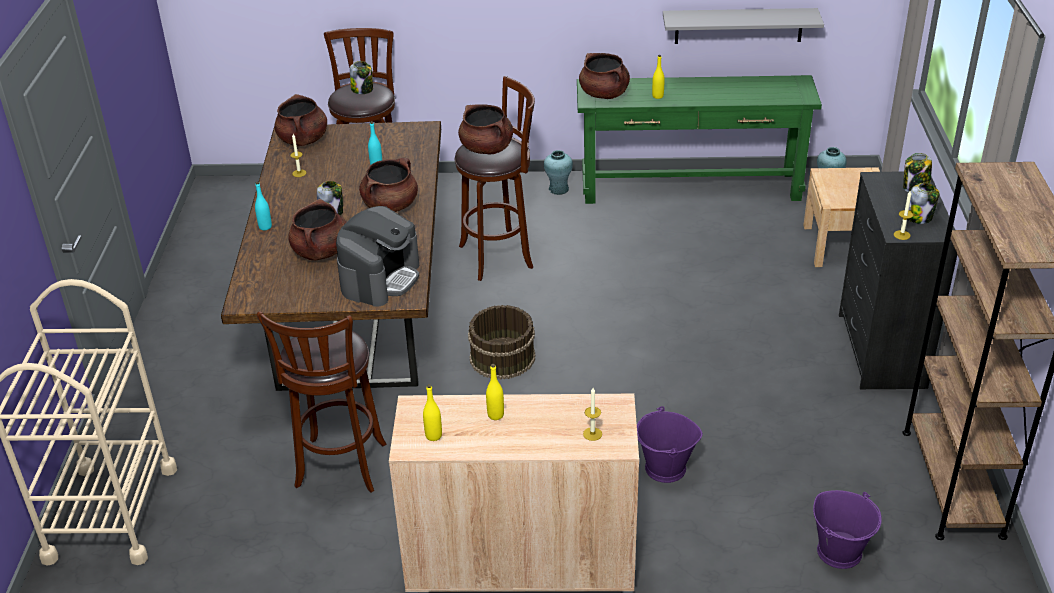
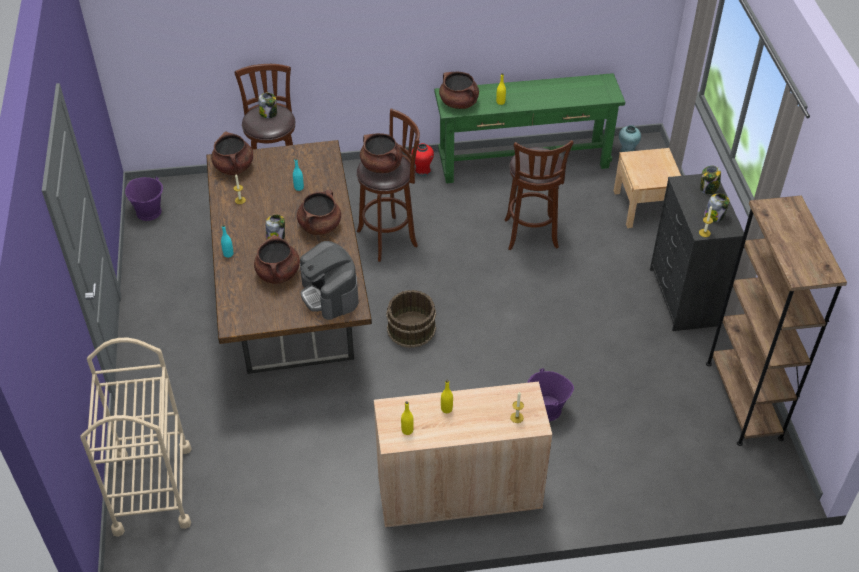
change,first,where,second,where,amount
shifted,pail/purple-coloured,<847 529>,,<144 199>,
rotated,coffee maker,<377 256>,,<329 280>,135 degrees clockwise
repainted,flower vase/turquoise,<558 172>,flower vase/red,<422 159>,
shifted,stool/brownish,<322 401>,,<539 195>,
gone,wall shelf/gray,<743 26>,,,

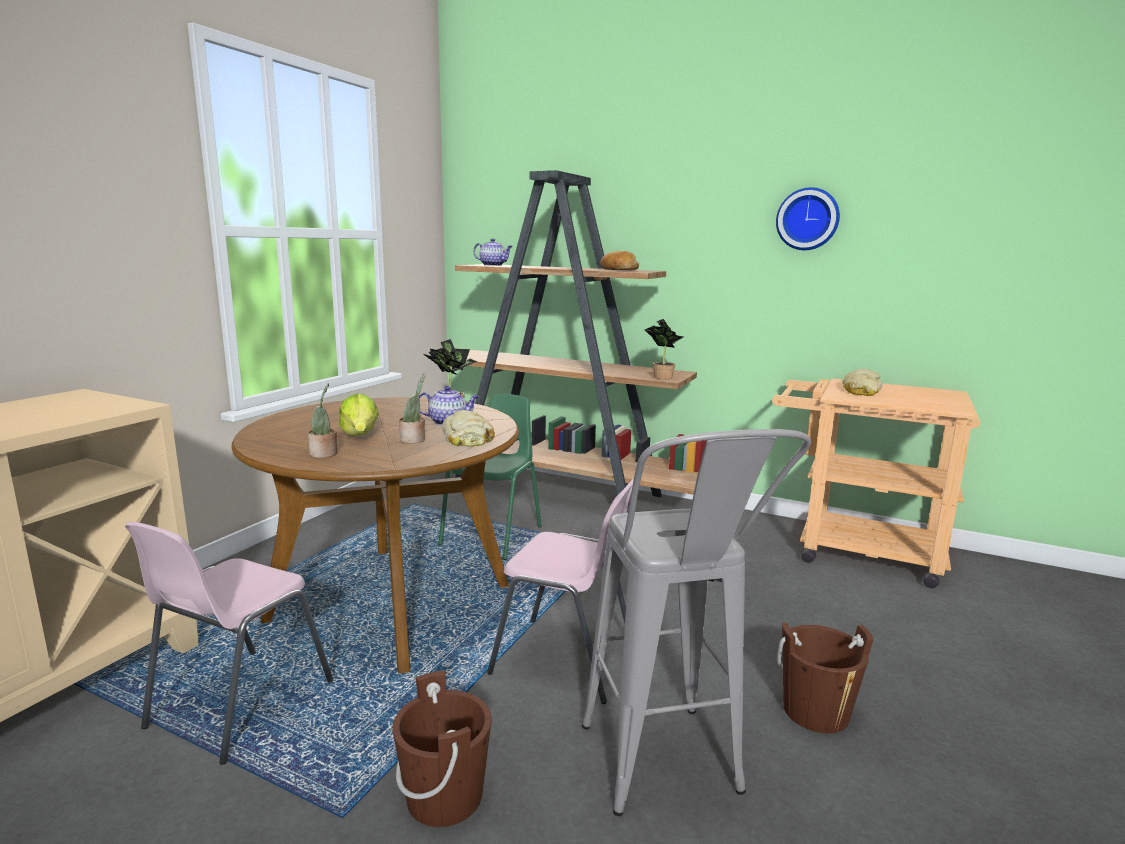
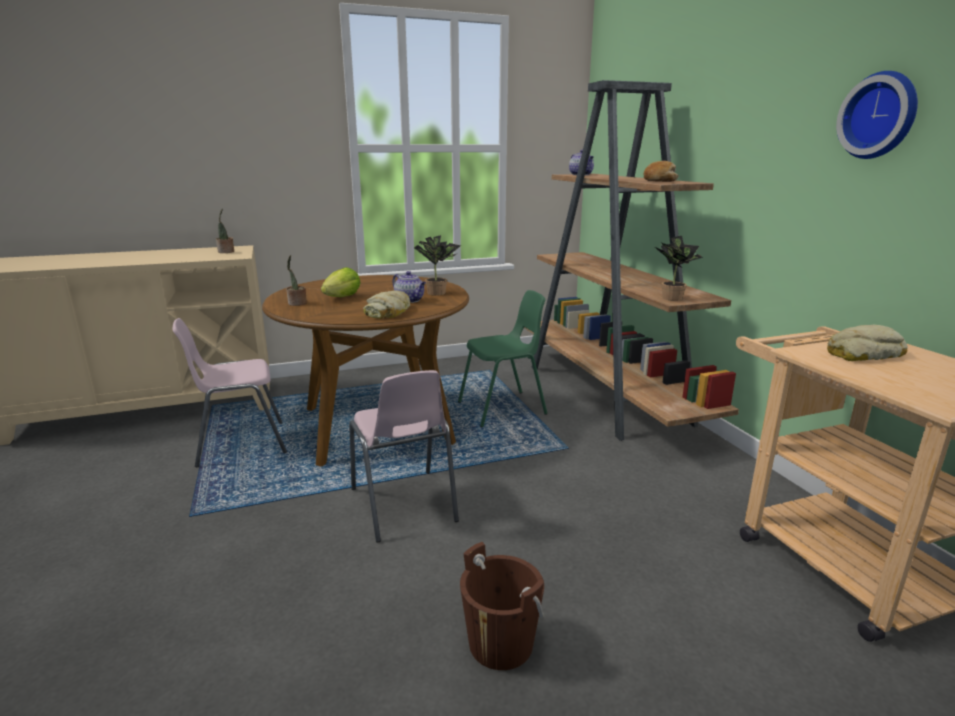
change,first,where,second,where,amount
shifted,potted plant,<412 408>,,<225 231>,
gone,pail/brownish,<441 749>,,,
gone,stool/gray,<696 622>,,,

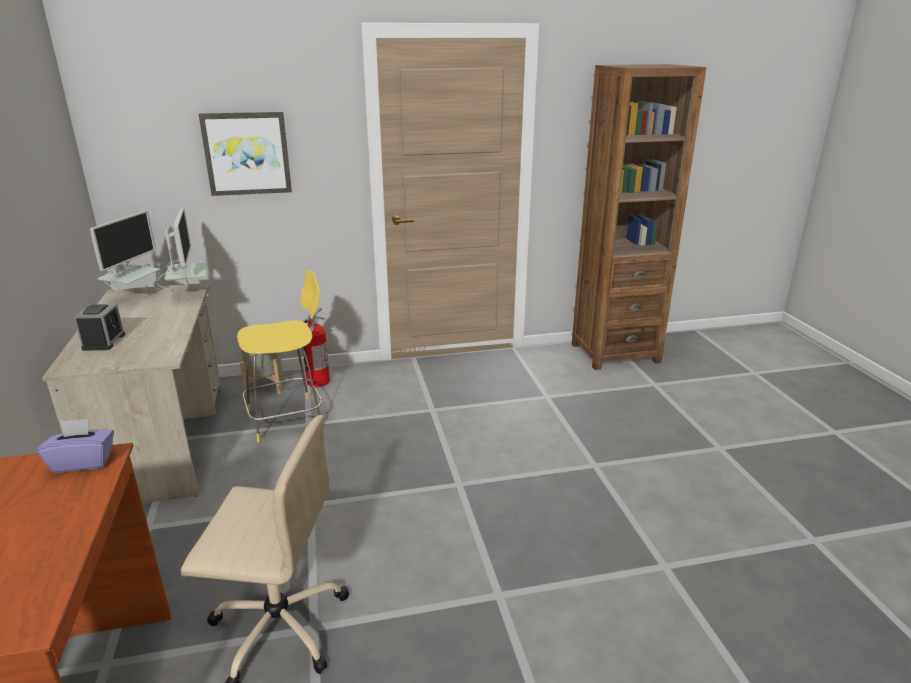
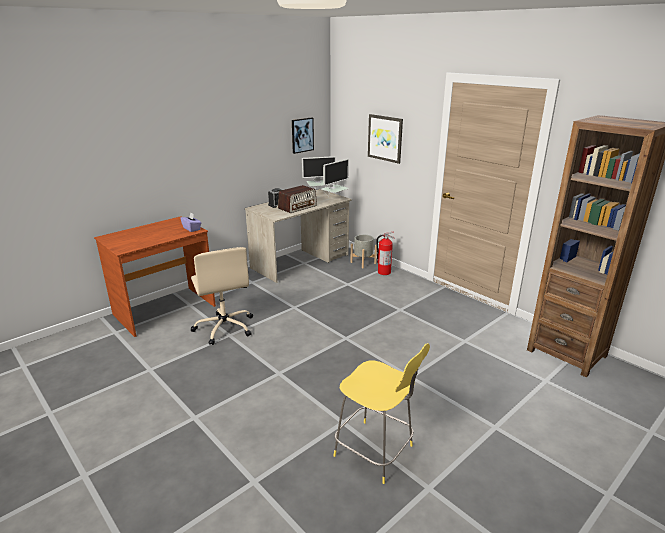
change,first,where,second,where,amount
new,,,radio receiver,<297 199>,
new,,,wall picture,<303 135>,
shifted,stool/yellowish,<279 356>,,<381 413>,

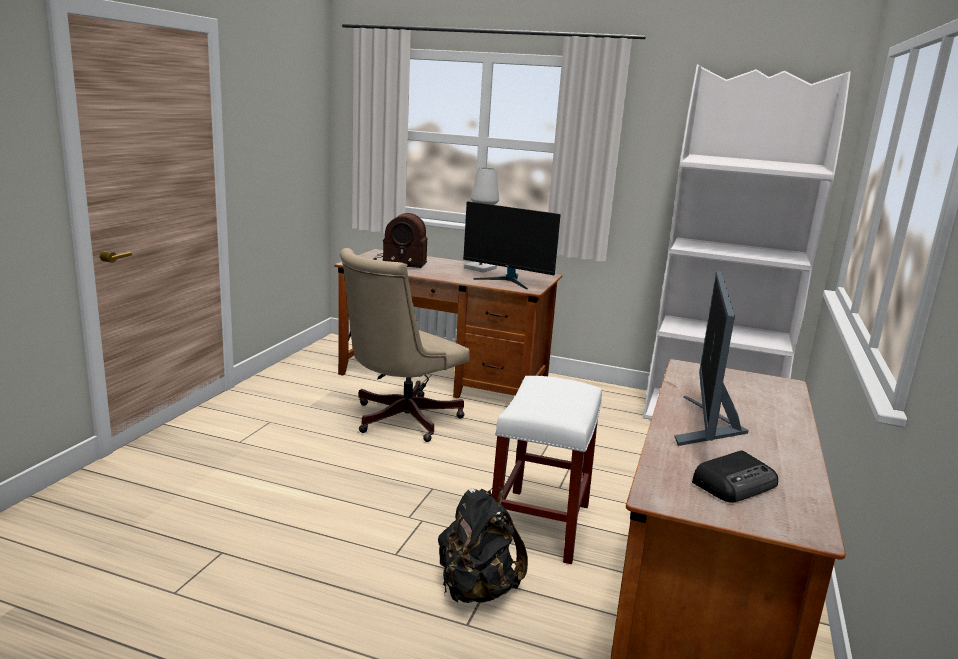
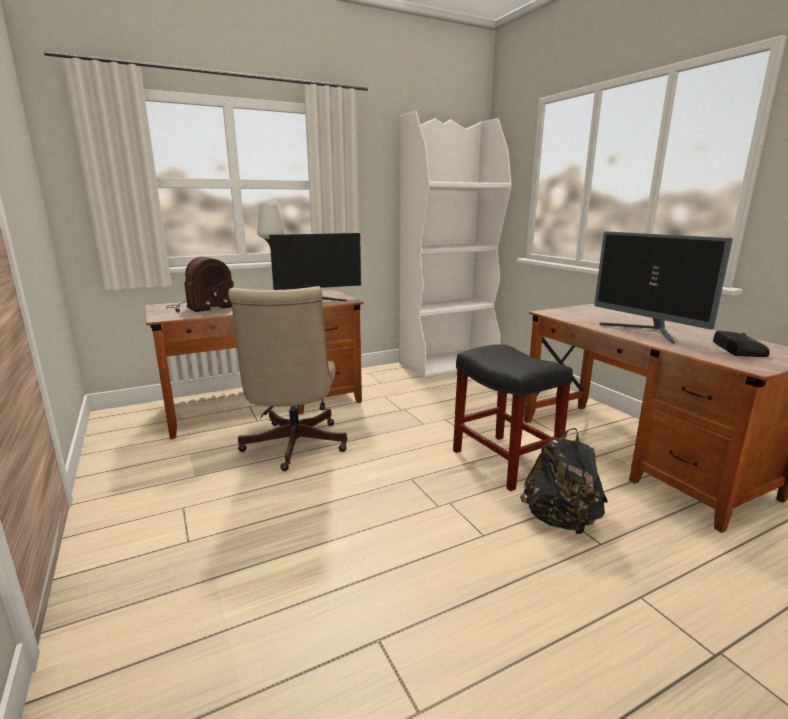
change,first,where,second,where,amount
repainted,stool/whitish,<547 470>,stool/black-coloured,<513 417>,

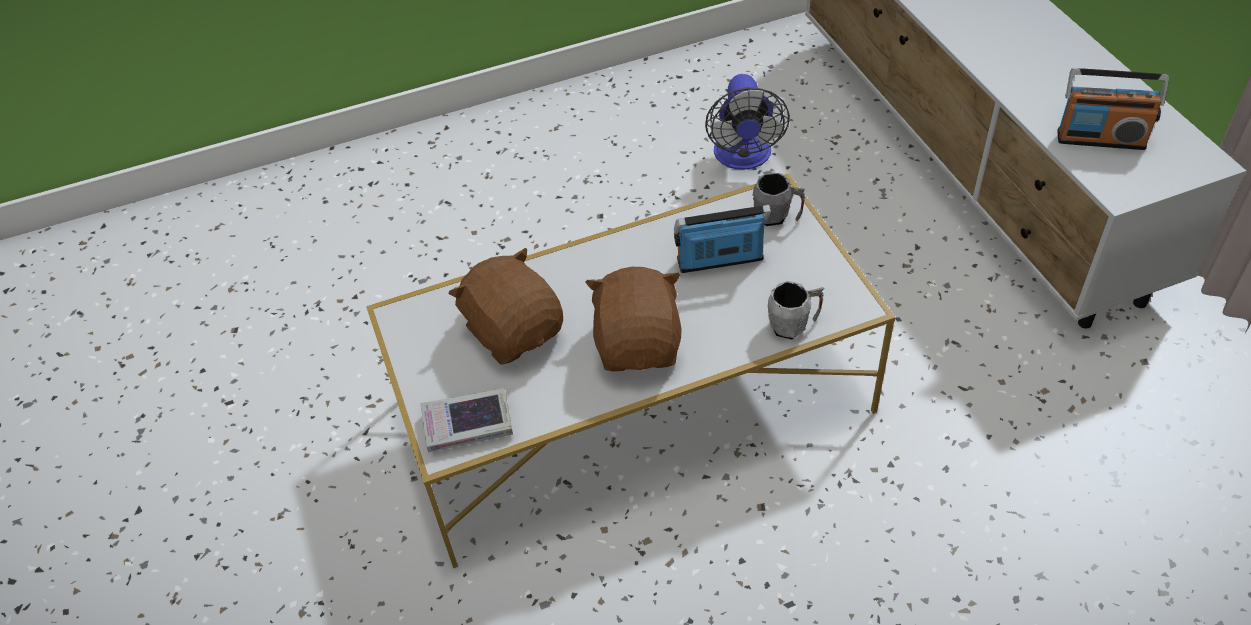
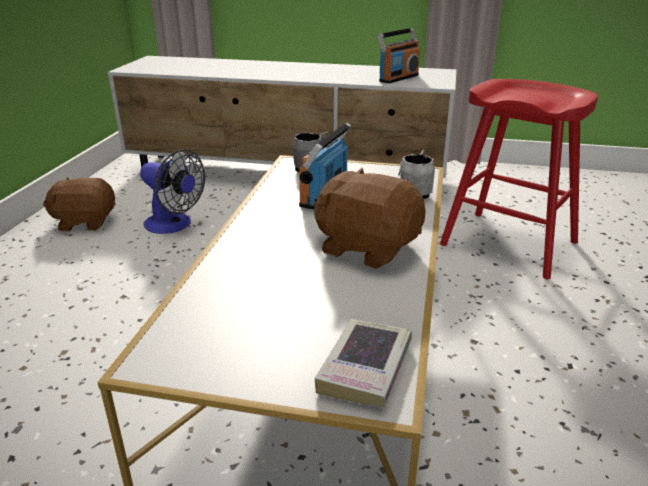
change,first,where,second,where,amount
shifted,plush toy/brownish,<506 306>,,<79 204>,
new,,,stool/red,<519 179>,

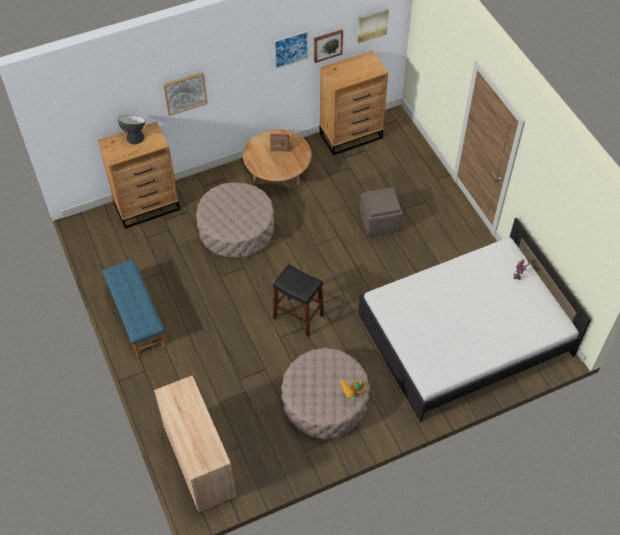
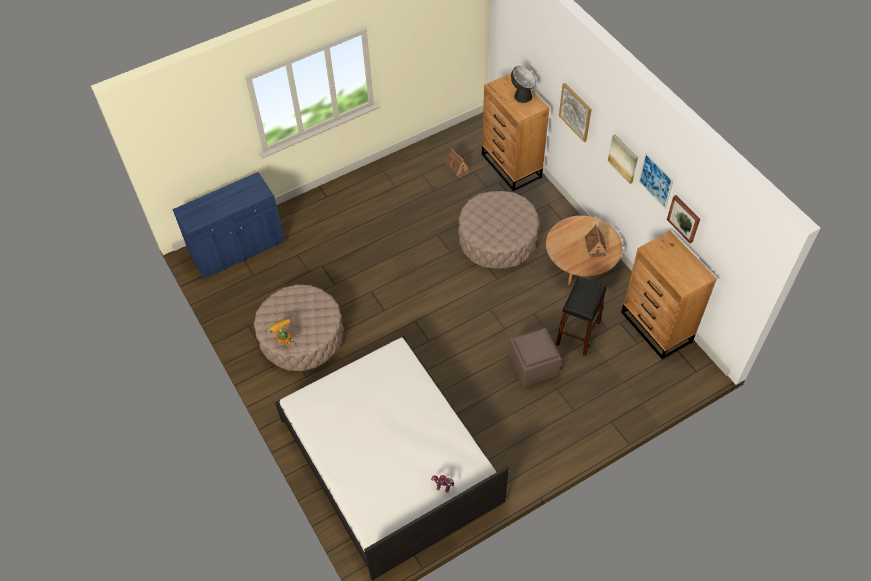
change,first,where,second,where,amount
repainted,cabinet/sand-coloured,<195 444>,cabinet/blue-coloured,<228 225>,
new,,,toy house,<457 163>,
shifted,stool/black-coloured,<298 300>,,<581 316>,
shifted,wall picture,<373 25>,,<623 159>,
gone,long seat/blue-coloured,<134 308>,,,

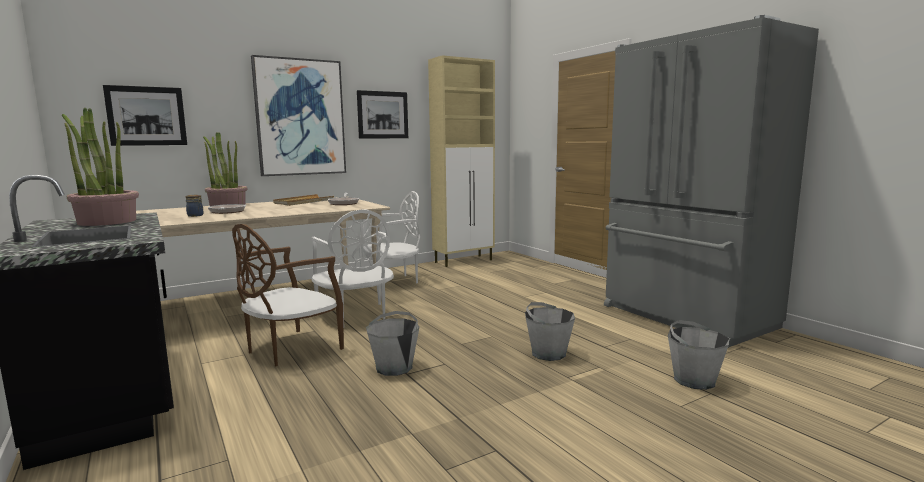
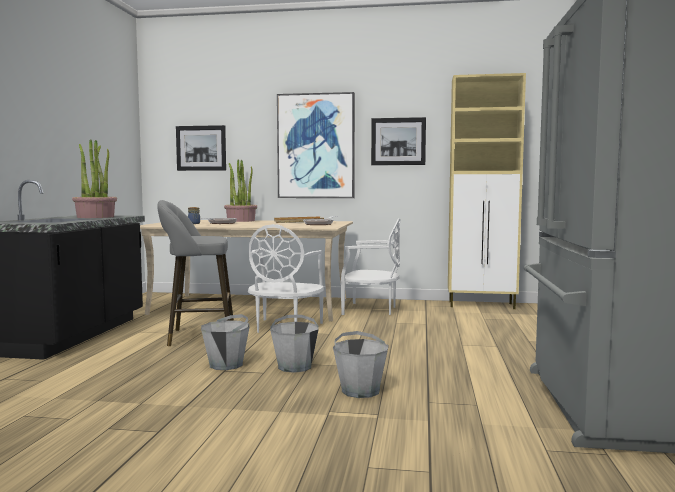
change,first,where,second,where,amount
swapped,upright chair/brownish,<288 295>,stool/gray,<195 273>,
shifted,pail/gray,<698 355>,,<294 344>,

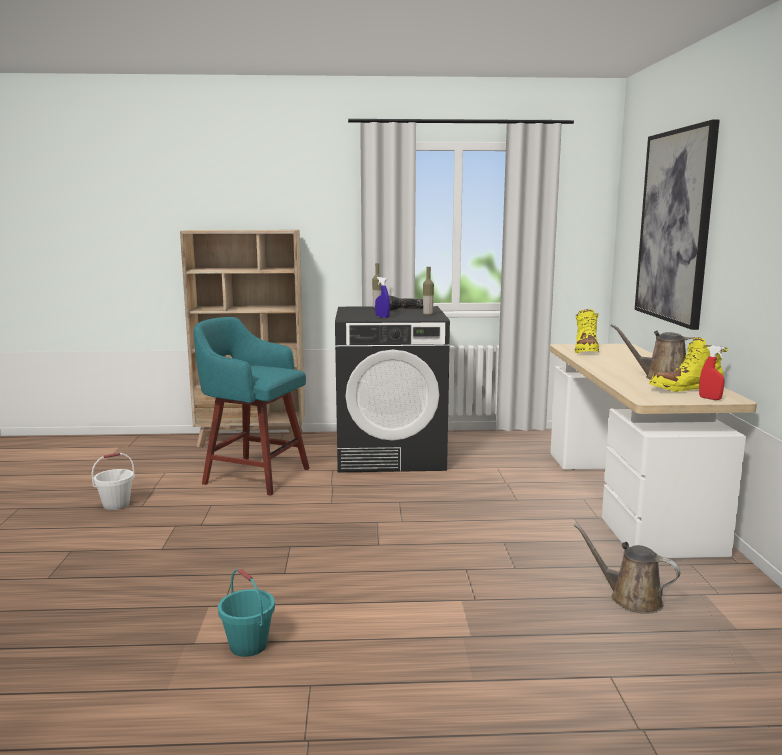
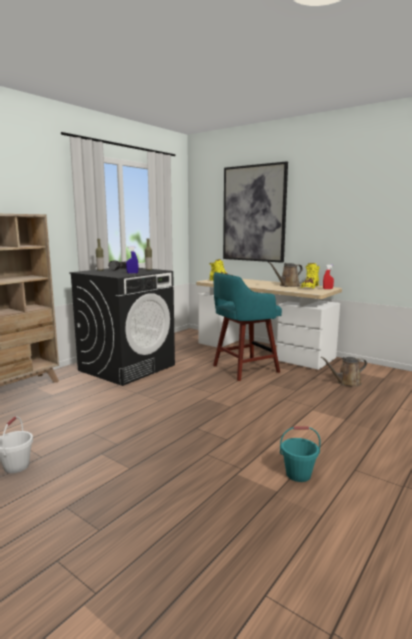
change,first,where,second,where,amount
shifted,stool/turquoise,<251 406>,,<247 326>,

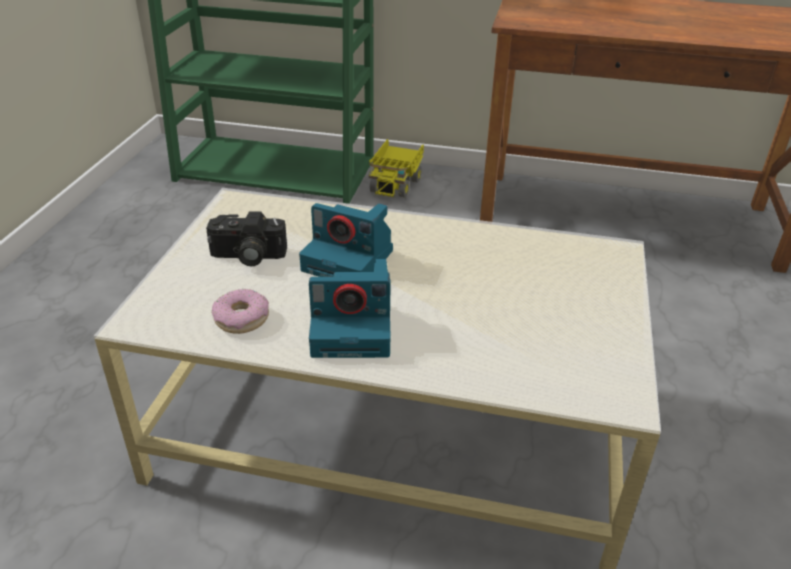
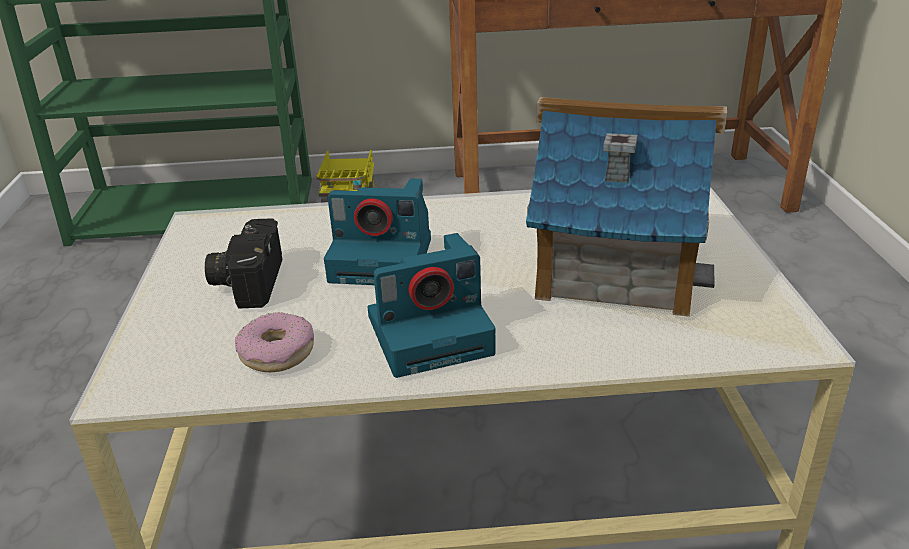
change,first,where,second,where,amount
rotated,still camera,<246 238>,,<244 263>,105 degrees clockwise
new,,,toy house,<626 207>,

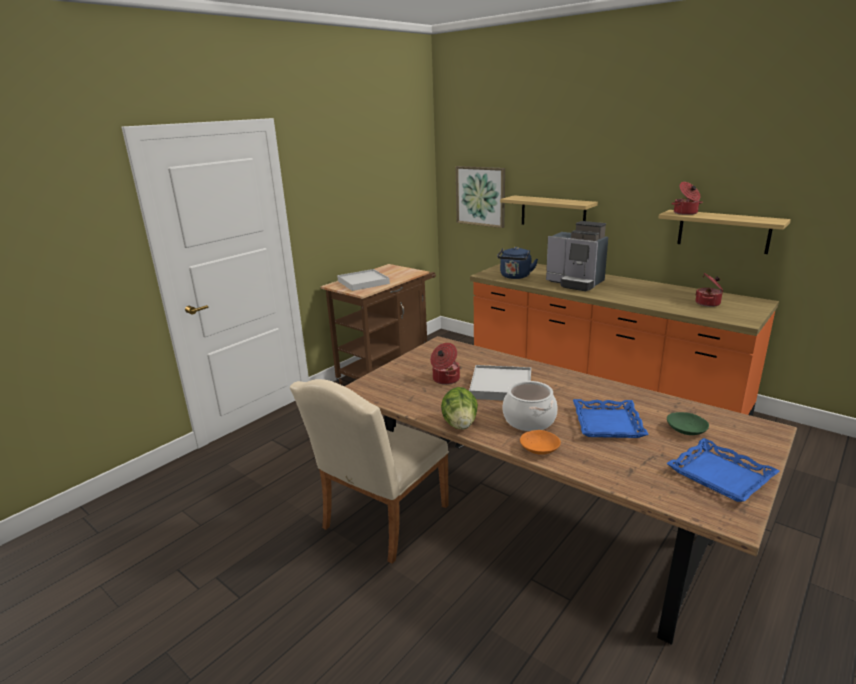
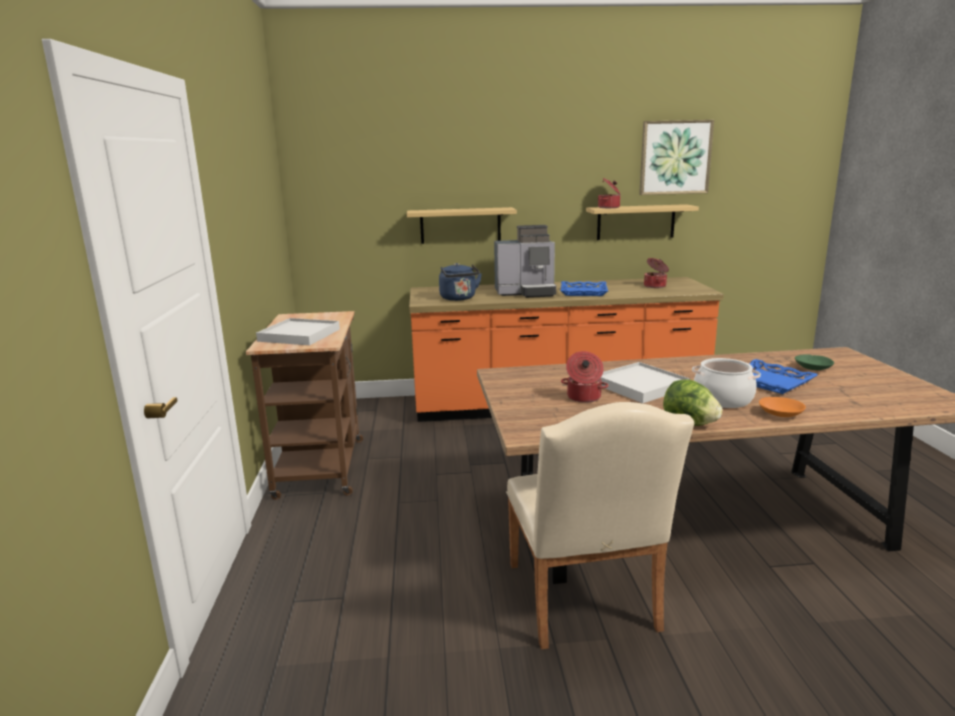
change,first,where,second,where,amount
shifted,tray/blue-coloured,<723 470>,,<584 288>,
shifted,wall picture,<480 197>,,<676 157>,

